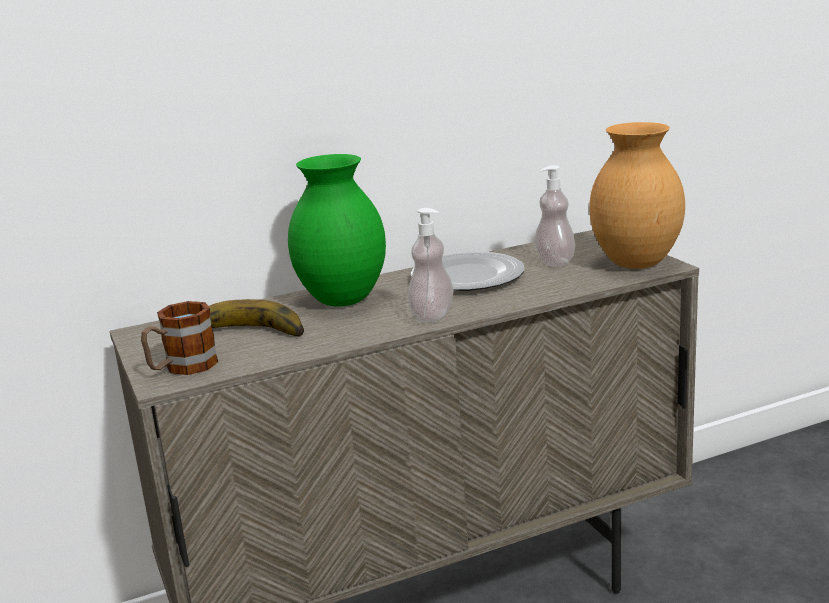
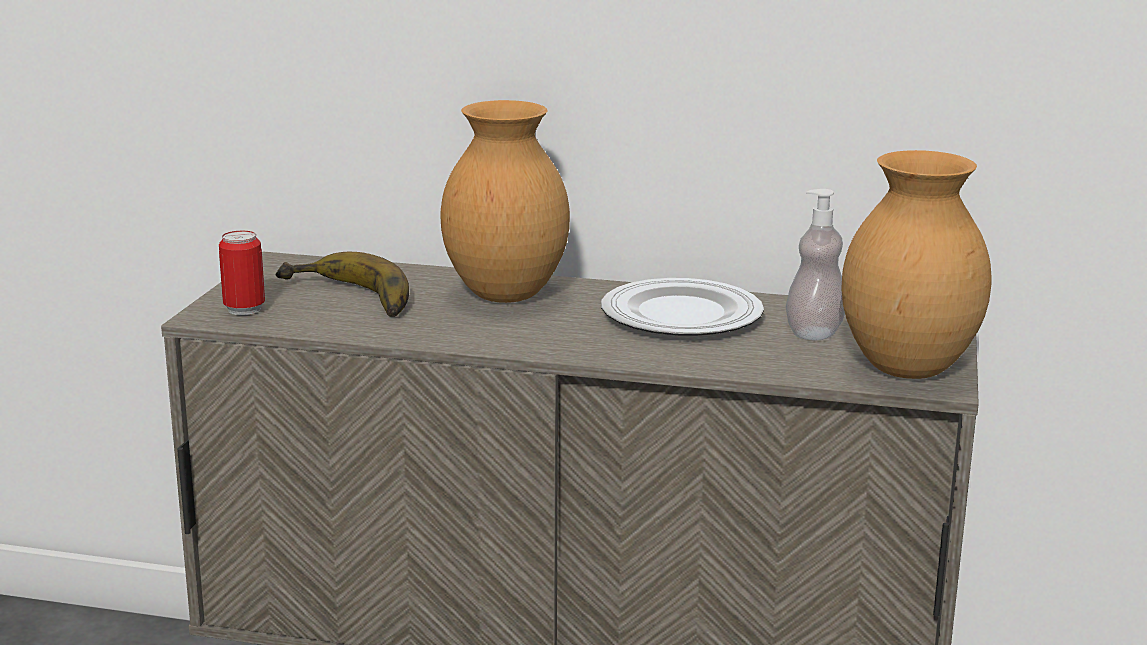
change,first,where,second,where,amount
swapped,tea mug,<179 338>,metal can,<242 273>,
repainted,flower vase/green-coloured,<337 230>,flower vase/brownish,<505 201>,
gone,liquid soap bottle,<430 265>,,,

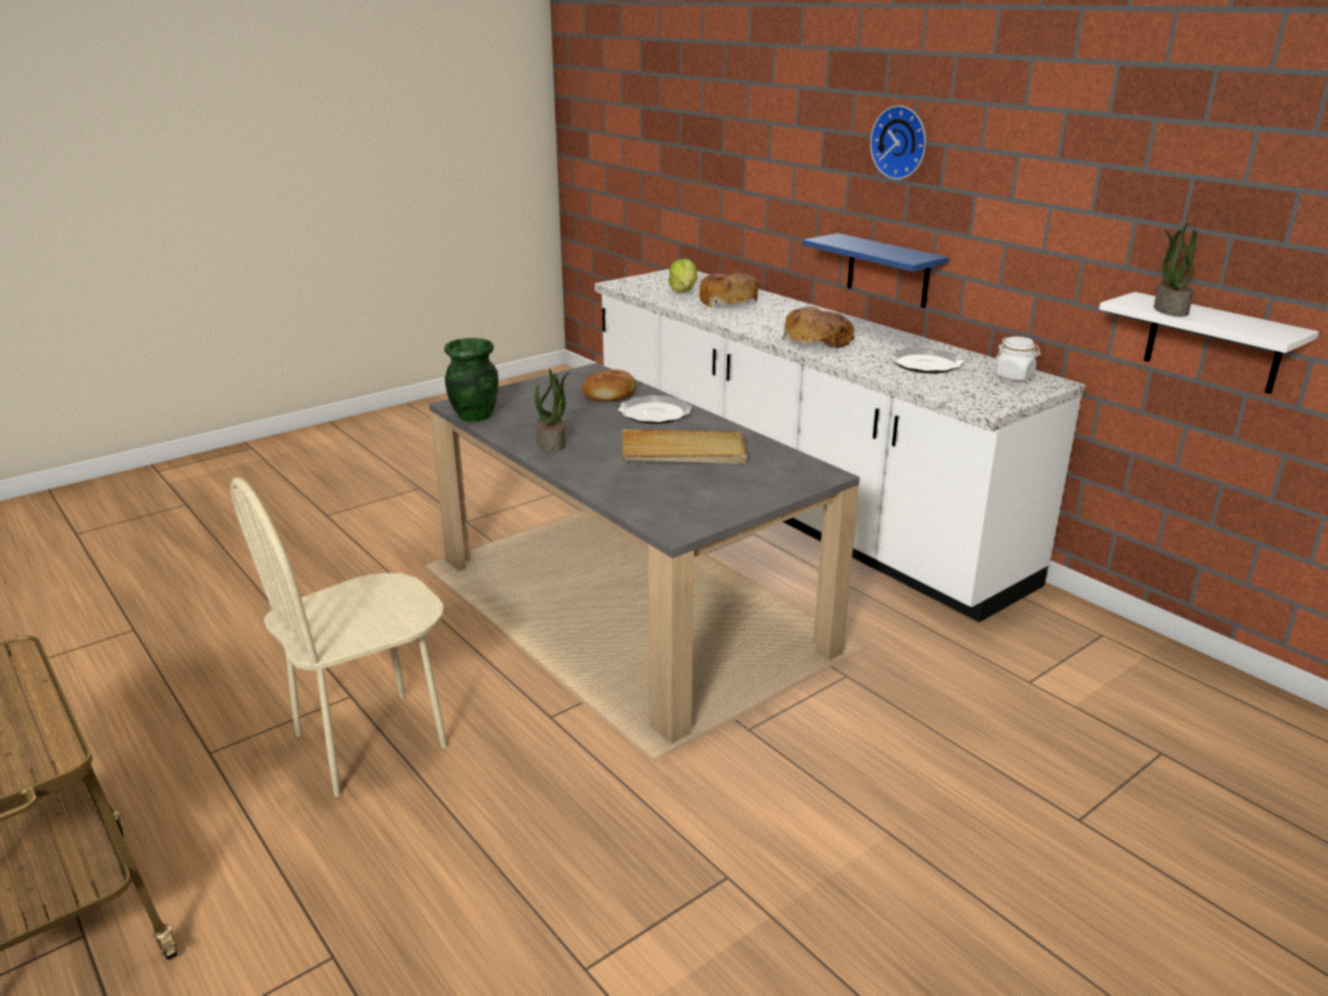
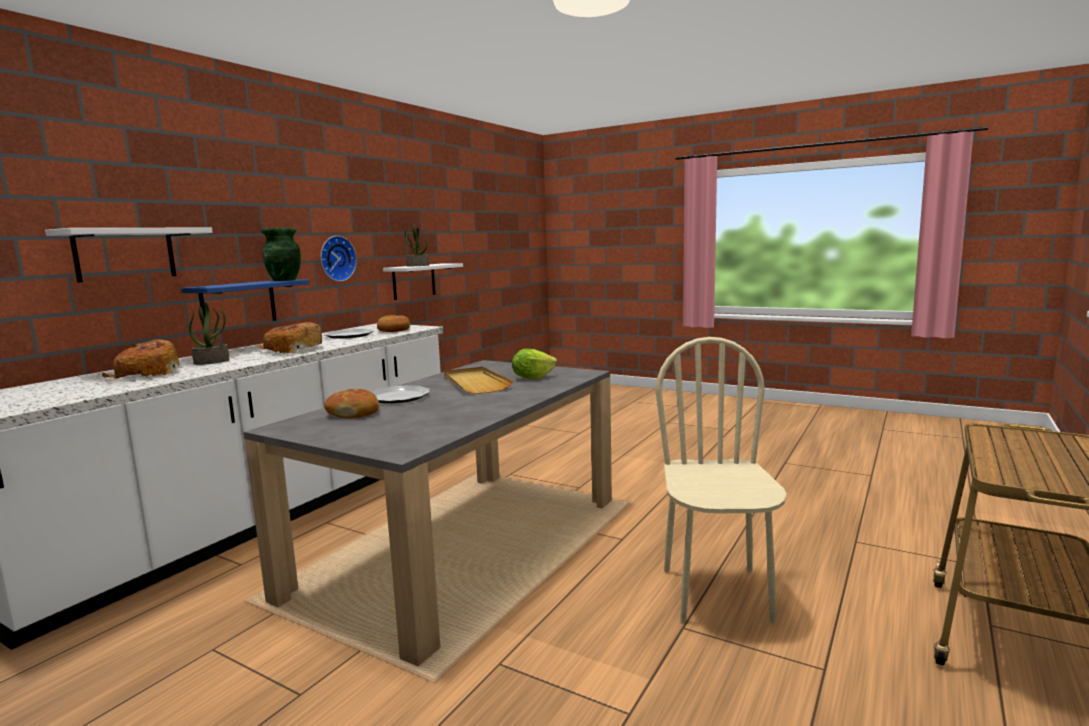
change,first,where,second,where,amount
new,,,wall shelf/whitish,<129 255>,
shifted,potted plant,<552 410>,,<209 333>,
shifted,flower vase/green-coloured,<471 380>,,<281 254>,
shifted,hanging clock,<898 142>,,<338 259>,
new,,,bakery bread,<393 323>,
shifted,lettuce head,<683 276>,,<534 364>,
rotated,upright chair/sand-coloured,<339 637>,,<721 480>,120 degrees counterclockwise
gone,jar/whitish,<1018 359>,,,

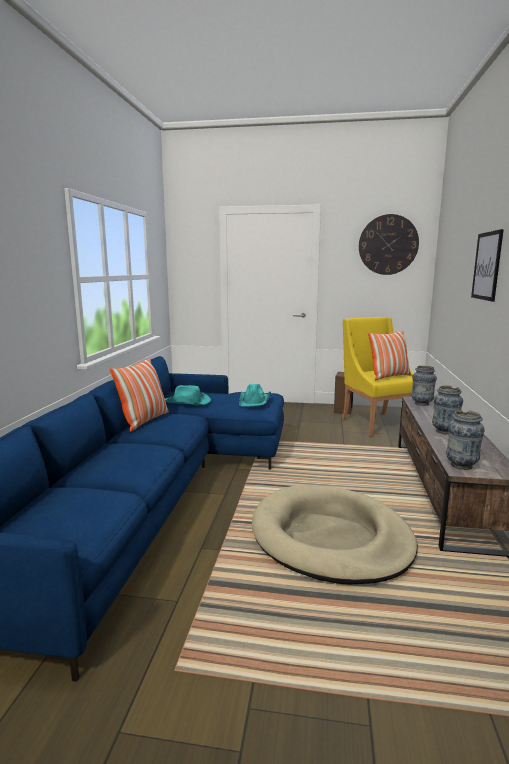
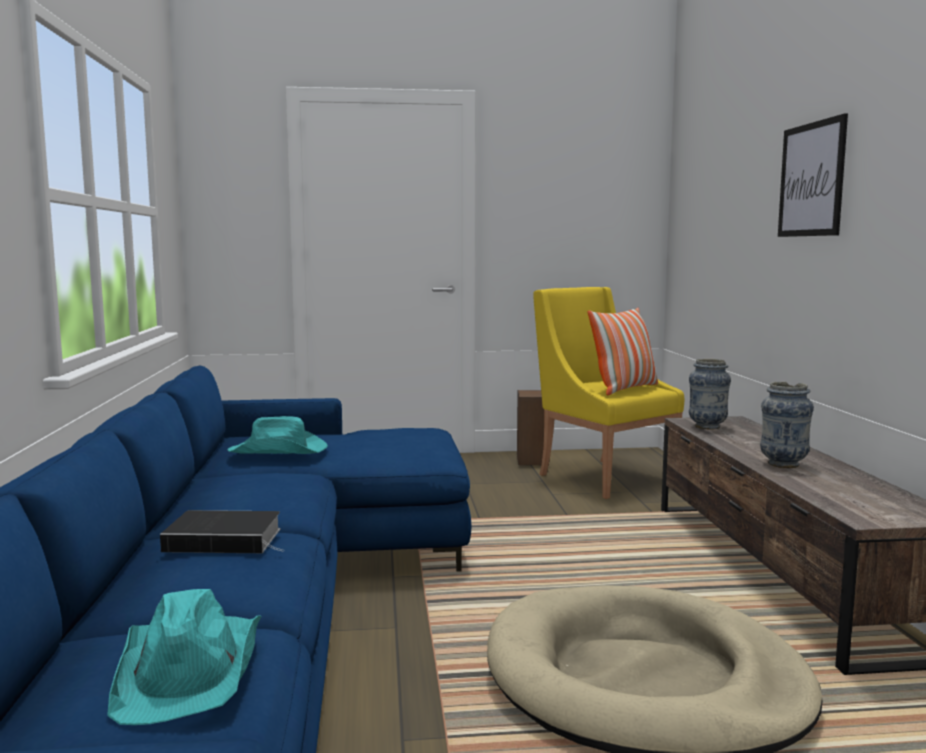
change,first,where,second,where,amount
shifted,wearable hat/turquoise,<255 395>,,<184 657>,
new,,,volume,<222 531>,
gone,throw pillow,<139 395>,,,
gone,hanging clock,<389 244>,,,
gone,flower vase,<465 440>,,,

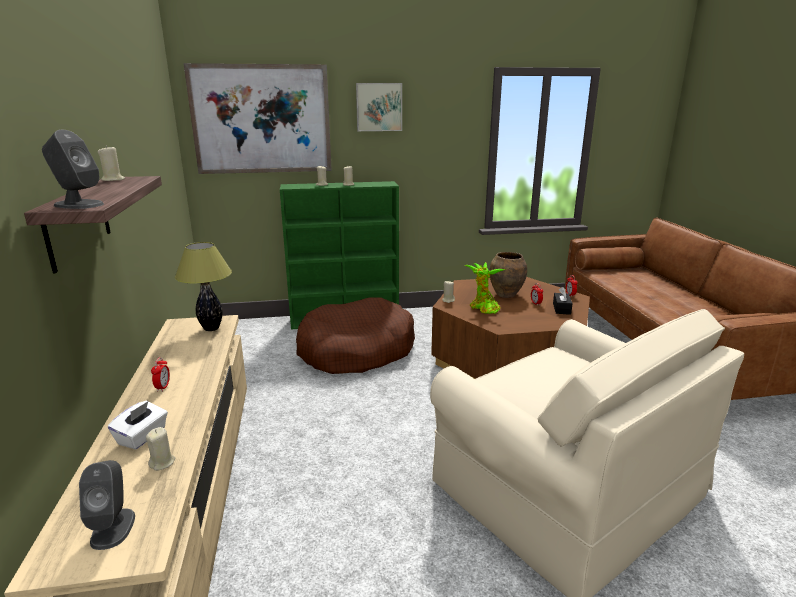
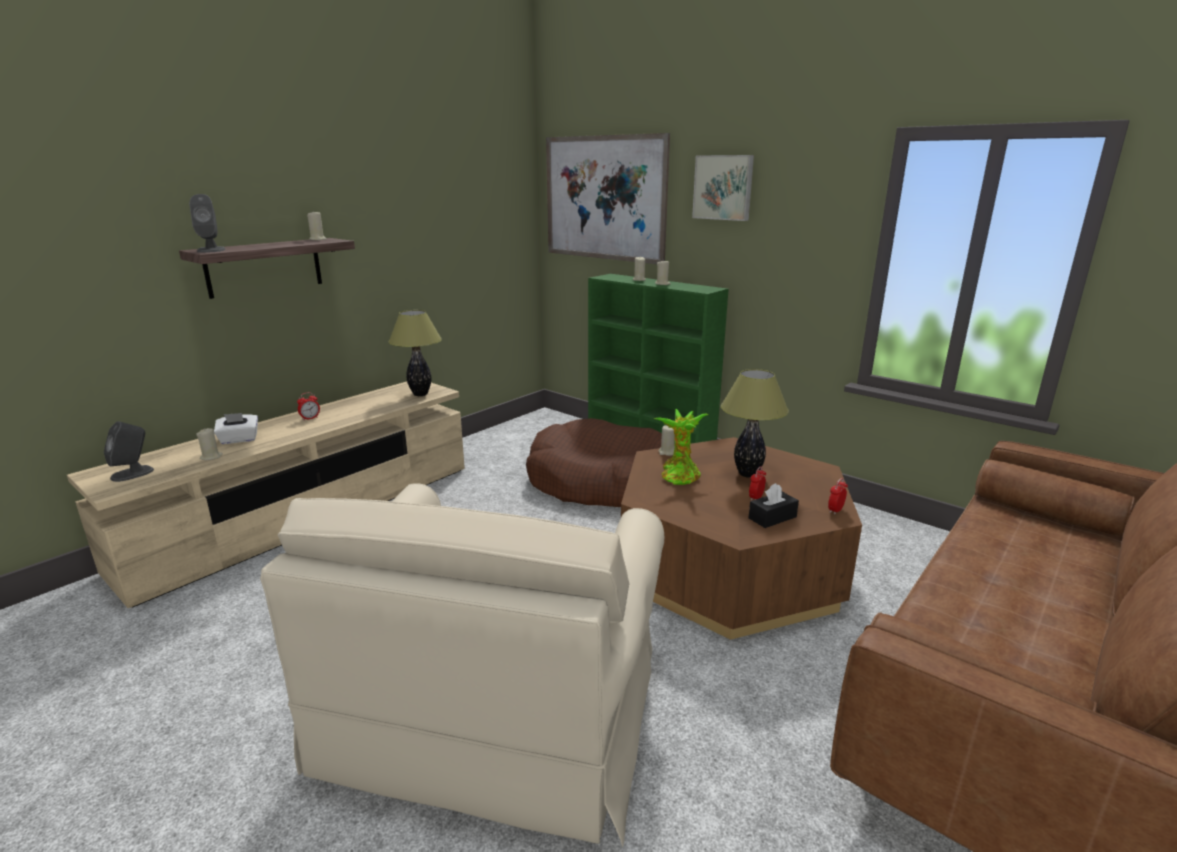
change,first,where,second,where,amount
swapped,flower vase/brownish,<508 275>,lamp for a table,<755 423>,

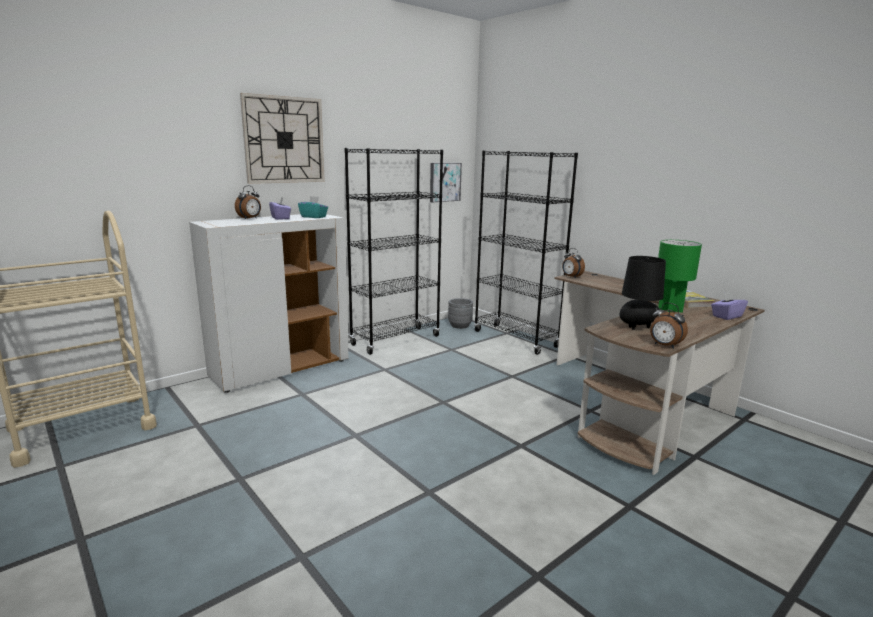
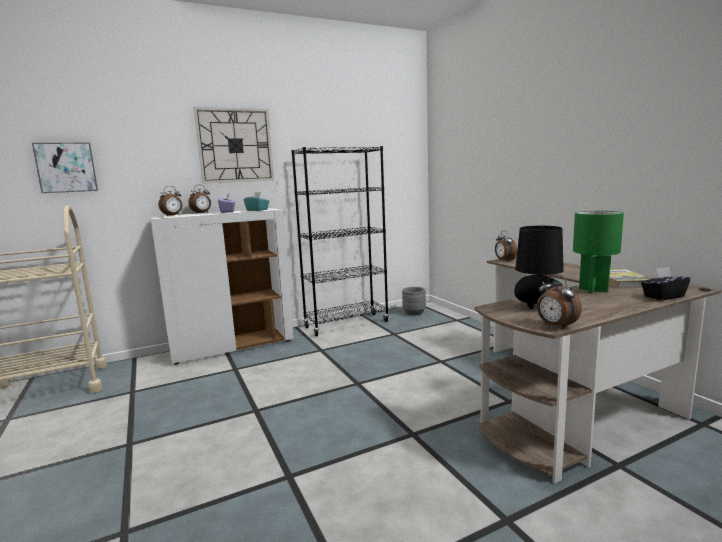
change,first,where,second,where,amount
shifted,wall picture,<446 182>,,<65 167>,
new,,,alarm clock,<170 201>,
repainted,tissue holder/purple-coloured,<729 305>,tissue holder/black-coloured,<665 283>,
gone,bookshelf/black-coloured,<526 253>,,,

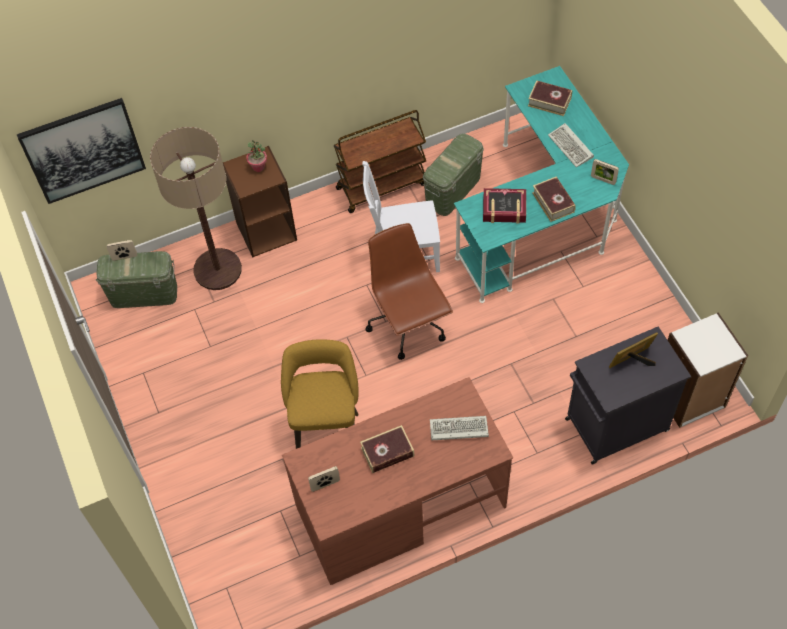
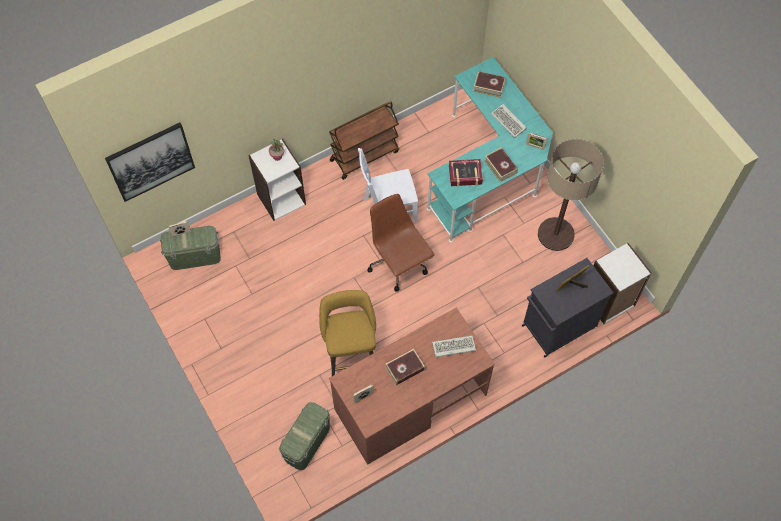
change,first,where,second,where,amount
repainted,bookshelf/brownish,<260 202>,bookshelf/whitish,<277 180>,
shifted,storage box/green-coloured,<453 174>,,<304 436>,
shifted,standard lamp,<196 208>,,<571 195>,

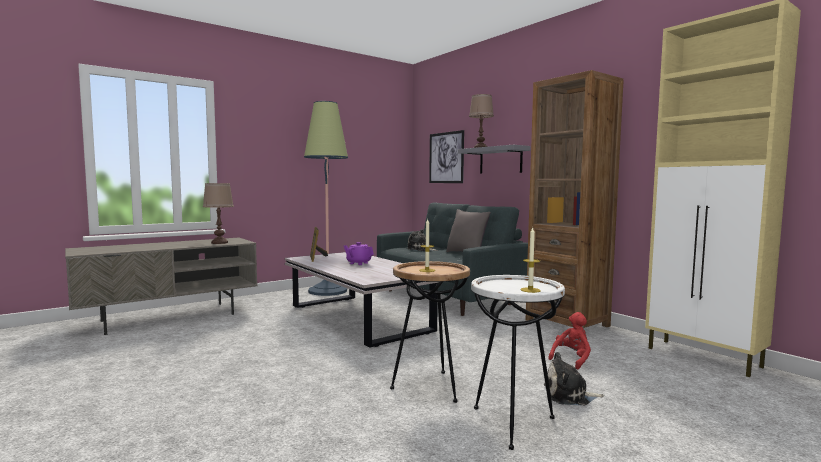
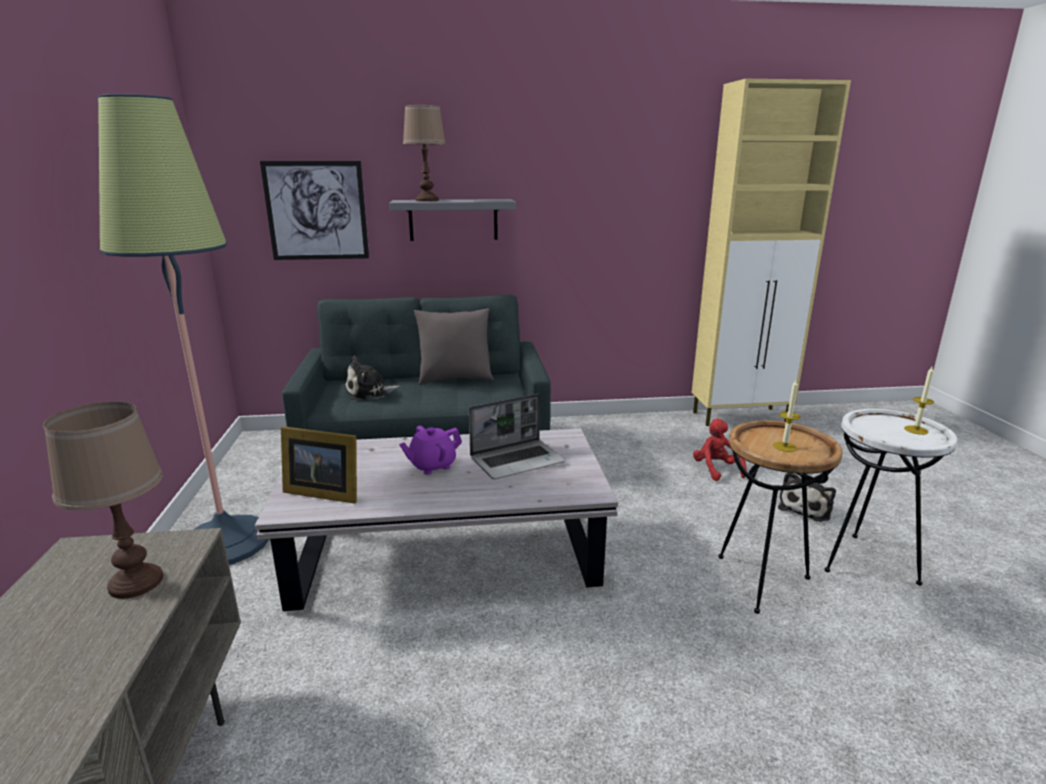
change,first,where,second,where,amount
new,,,portable computer,<517 436>,
gone,bookshelf/brownish,<575 199>,,,

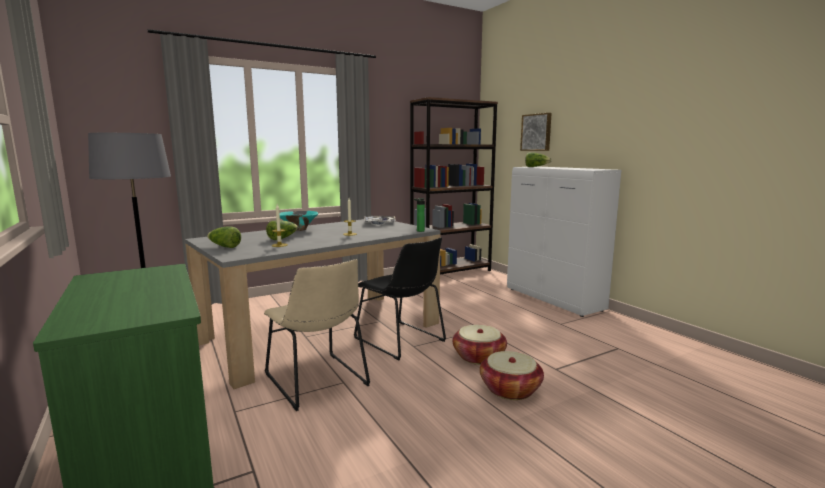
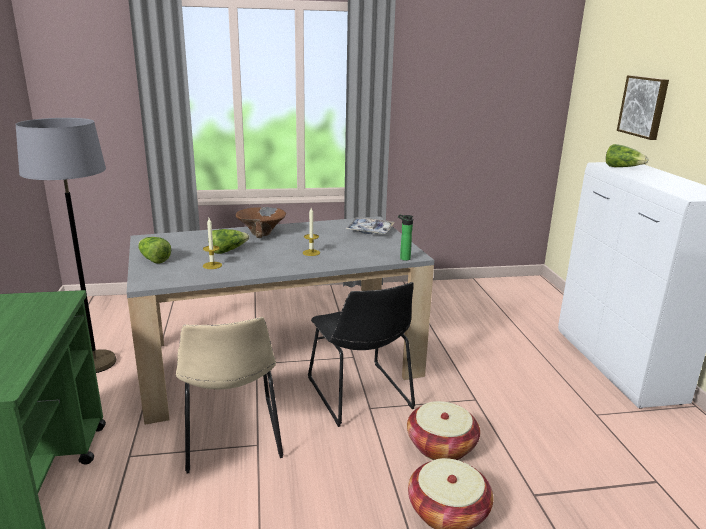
change,first,where,second,where,amount
repainted,deep dish/turquoise,<298 221>,deep dish/brownish,<261 222>,
gone,bookshelf/brownish,<454 185>,,,

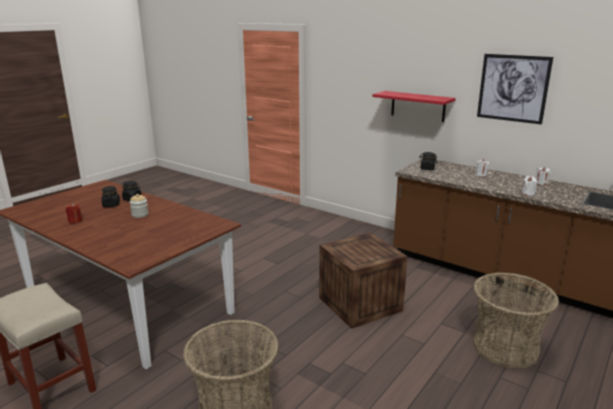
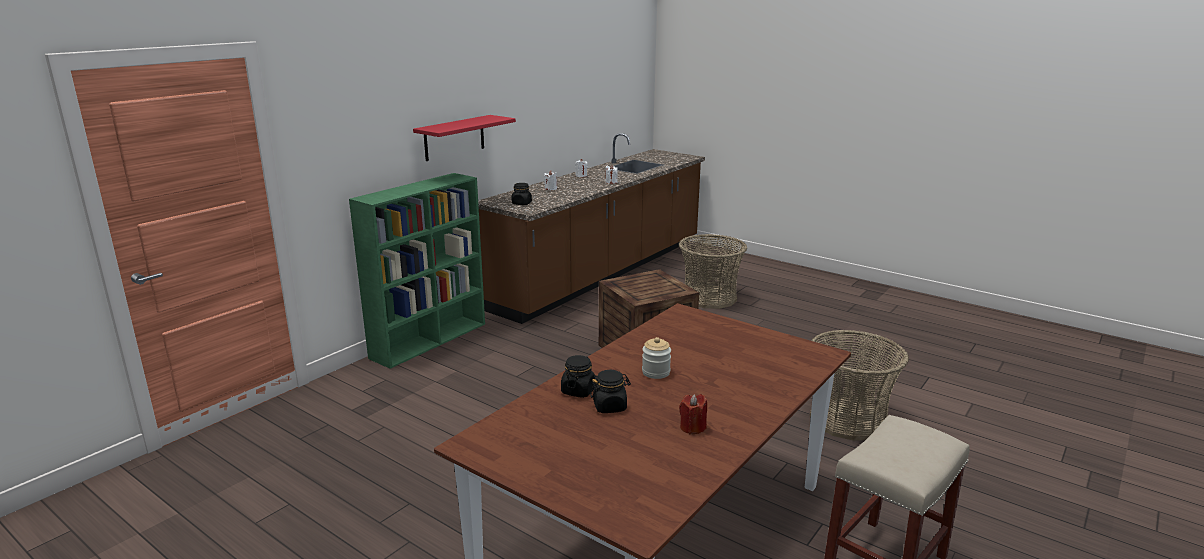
change,first,where,second,where,amount
new,,,bookshelf/green-coloured,<417 271>,
gone,wall picture,<515 89>,,,

